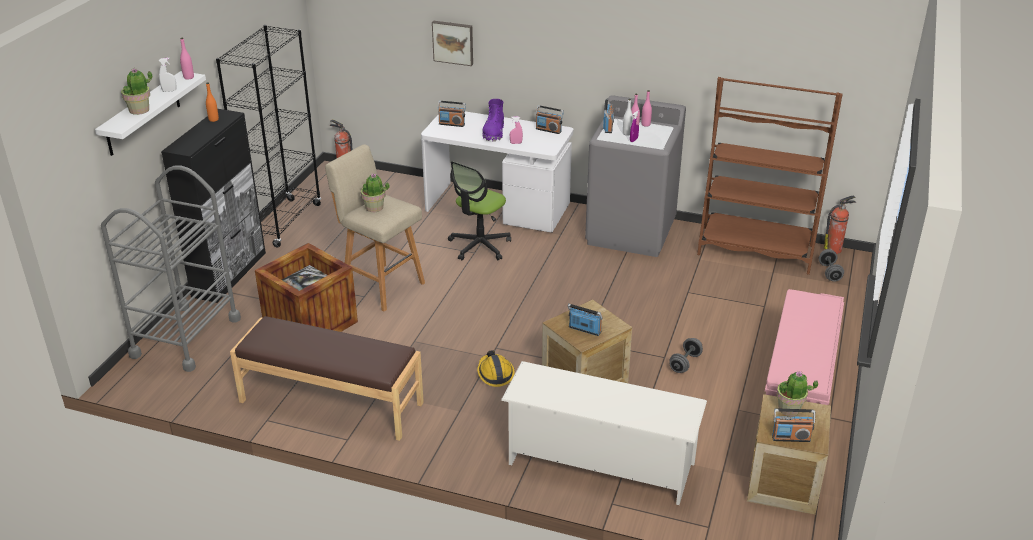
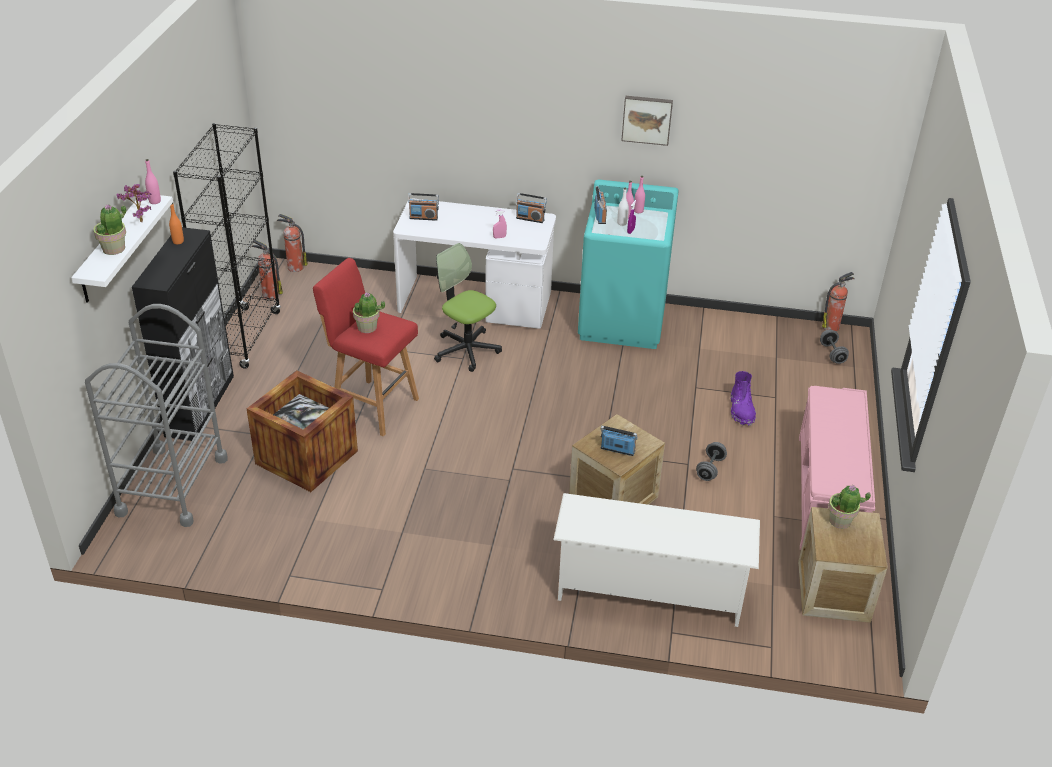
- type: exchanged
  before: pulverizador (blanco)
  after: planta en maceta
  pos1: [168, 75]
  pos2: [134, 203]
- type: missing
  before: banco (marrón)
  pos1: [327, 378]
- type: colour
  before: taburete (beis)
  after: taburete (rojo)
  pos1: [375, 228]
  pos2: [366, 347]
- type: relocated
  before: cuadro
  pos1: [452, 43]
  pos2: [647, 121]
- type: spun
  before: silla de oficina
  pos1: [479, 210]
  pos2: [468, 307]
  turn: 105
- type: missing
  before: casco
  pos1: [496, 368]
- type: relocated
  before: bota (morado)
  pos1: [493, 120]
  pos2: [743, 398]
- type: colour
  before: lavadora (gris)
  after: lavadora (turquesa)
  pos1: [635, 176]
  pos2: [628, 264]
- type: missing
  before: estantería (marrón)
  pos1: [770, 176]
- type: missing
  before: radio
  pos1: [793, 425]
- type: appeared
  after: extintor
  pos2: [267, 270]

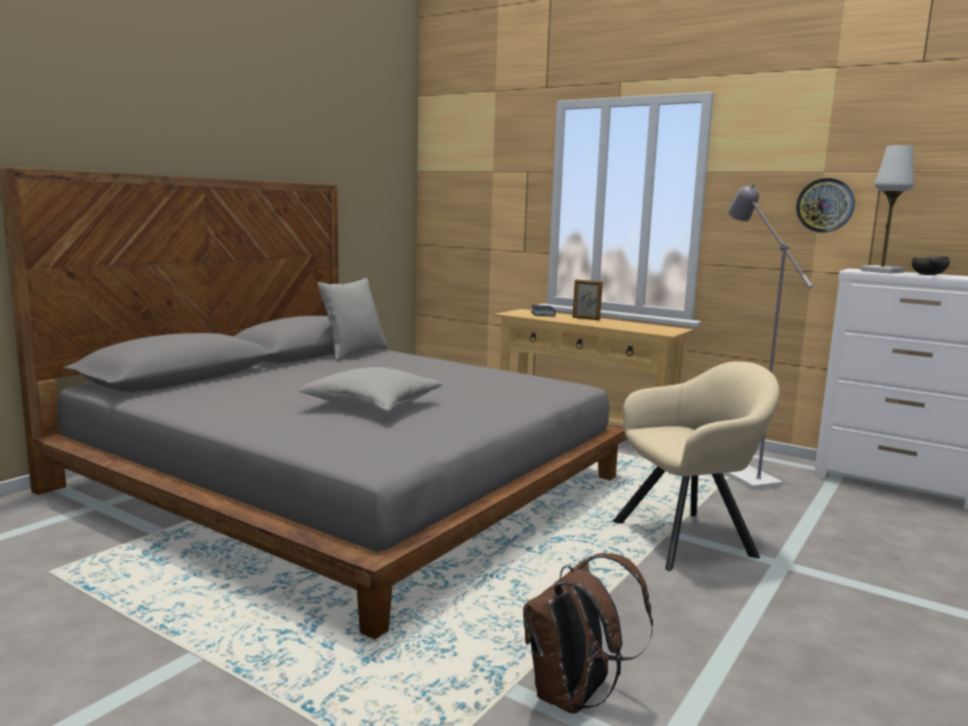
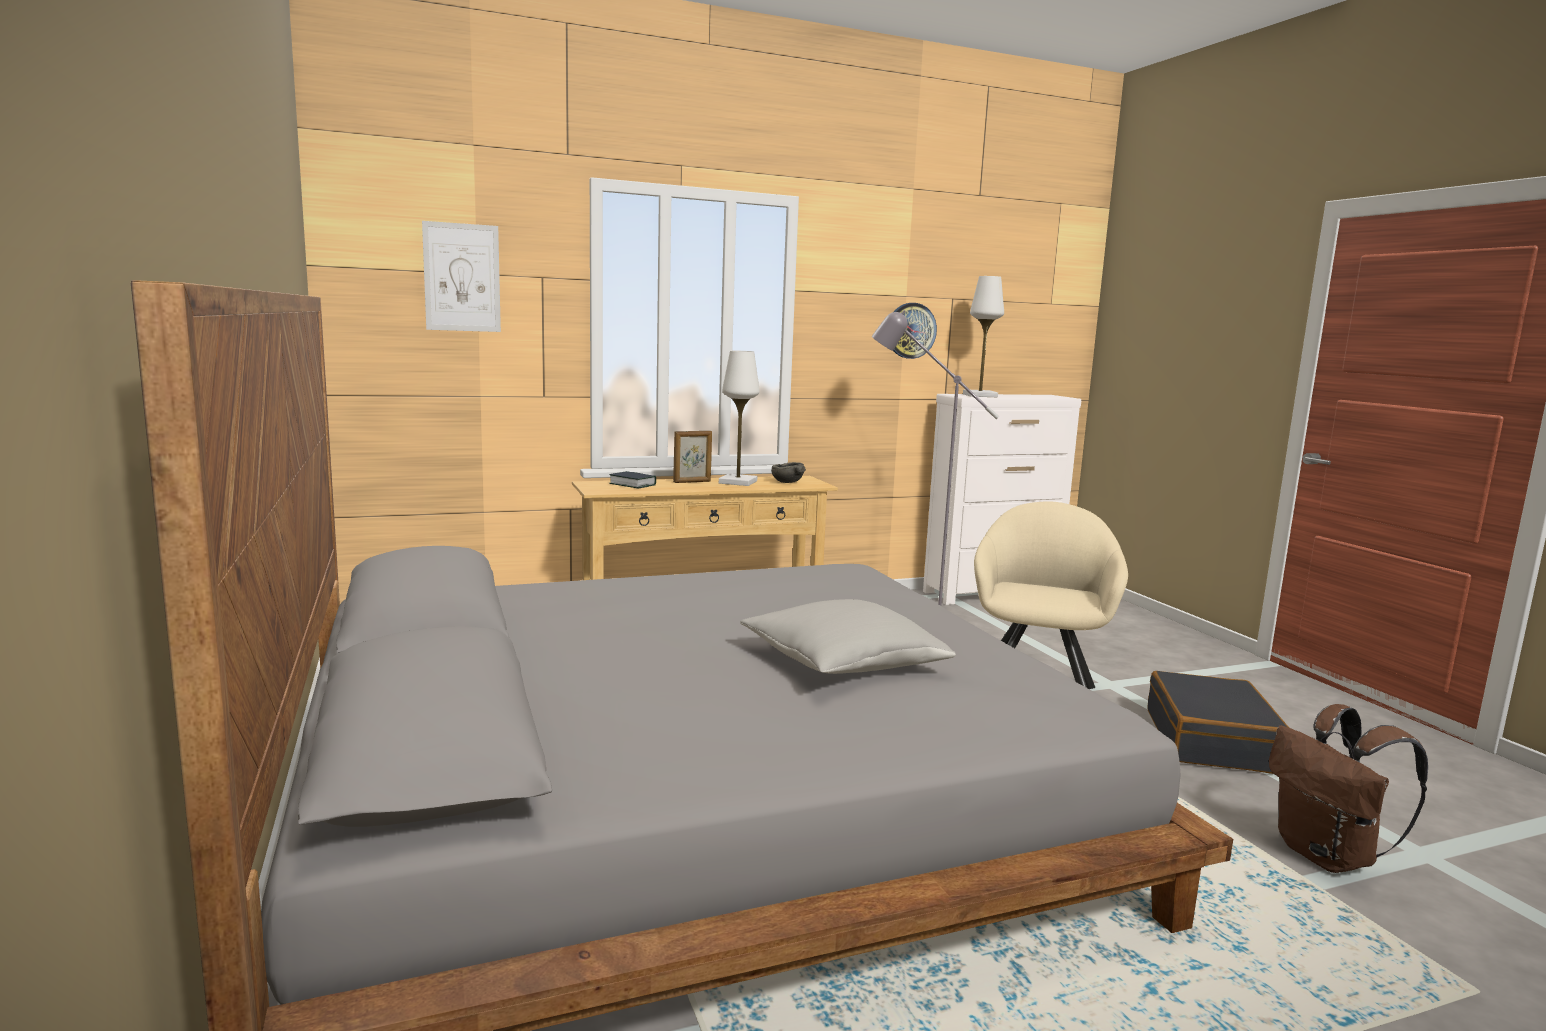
- type: missing
  before: cojín (gris)
  pos1: [353, 319]
- type: relocated
  before: cuenco (gris)
  pos1: [931, 265]
  pos2: [788, 472]
- type: appeared
  after: cuadro
  pos2: [461, 276]
- type: appeared
  after: lámpara de mesa (blanco)
  pos2: [739, 418]
- type: appeared
  after: maleta (negro)
  pos2: [1218, 722]

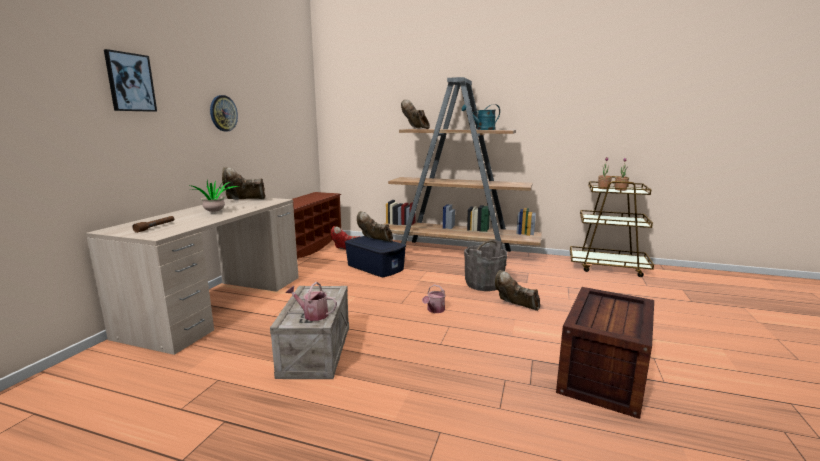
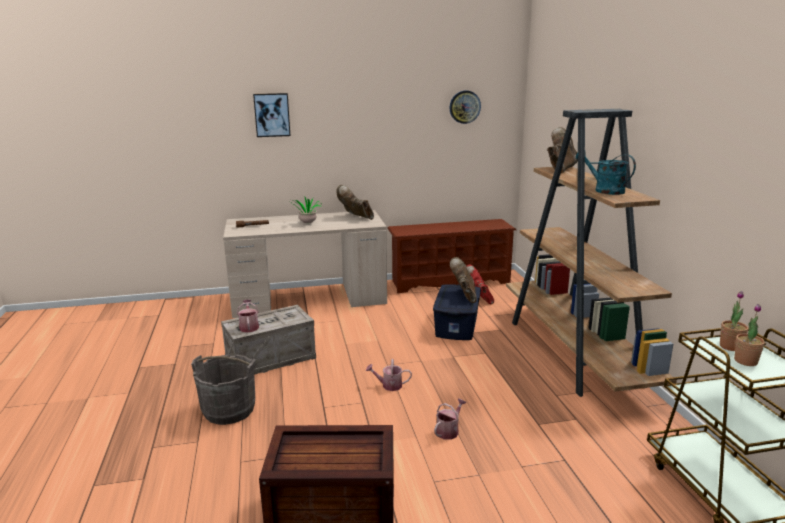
- type: relocated
  before: reloj de pared
  pos1: [224, 113]
  pos2: [465, 107]
- type: relocated
  before: cubo (gris)
  pos1: [486, 265]
  pos2: [223, 389]
- type: exchanged
  before: bota (marrón)
  after: regadera
  pos1: [517, 290]
  pos2: [450, 419]

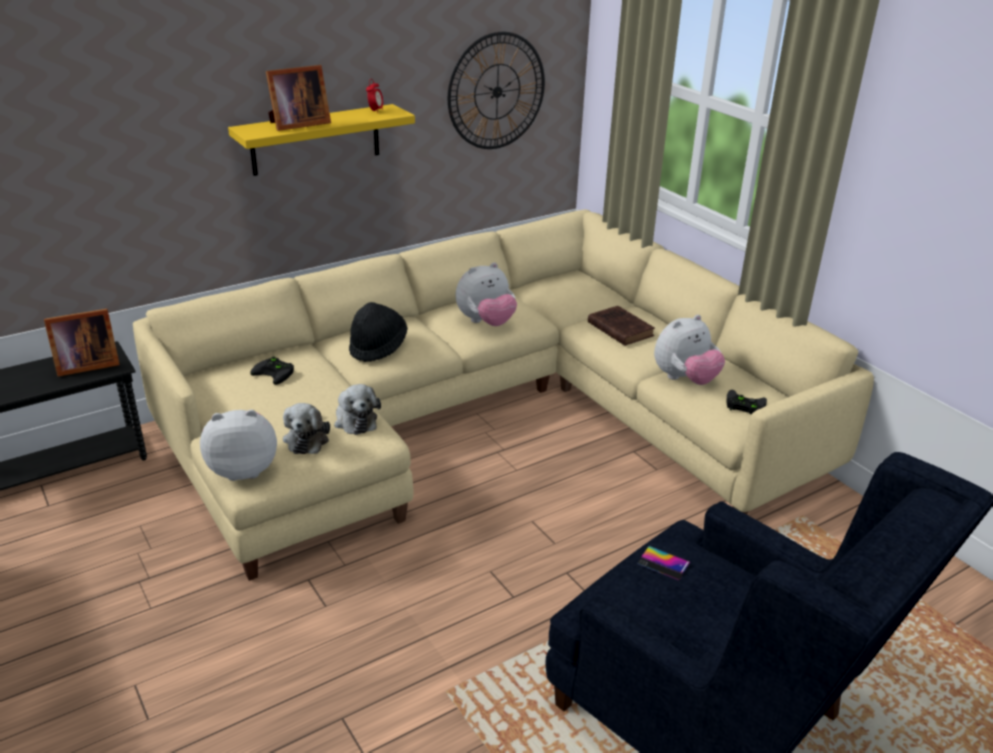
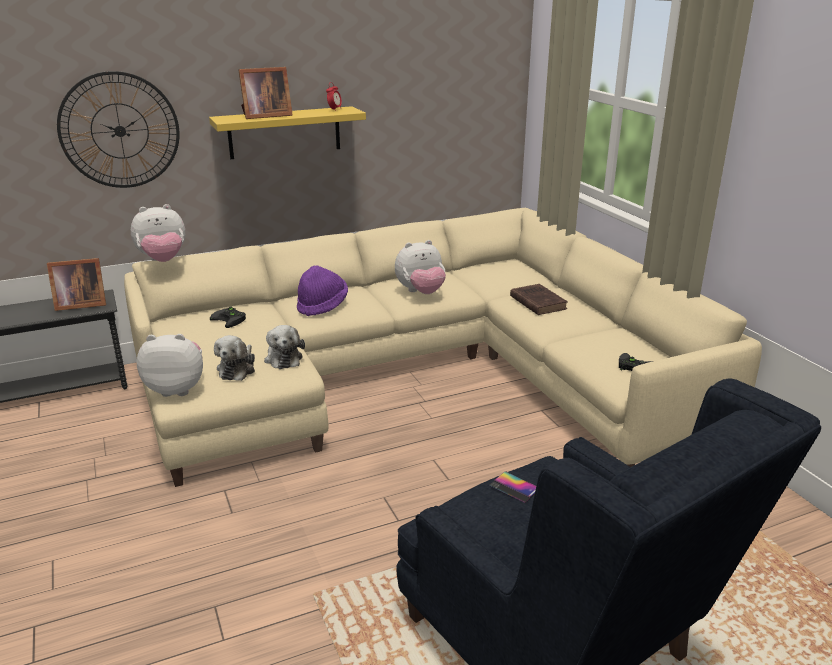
- type: colour
  before: sombrero (negro)
  after: sombrero (morado)
  pos1: [378, 332]
  pos2: [322, 290]
- type: relocated
  before: reloj de pared
  pos1: [496, 90]
  pos2: [118, 129]
- type: relocated
  before: peluche
  pos1: [689, 350]
  pos2: [158, 233]

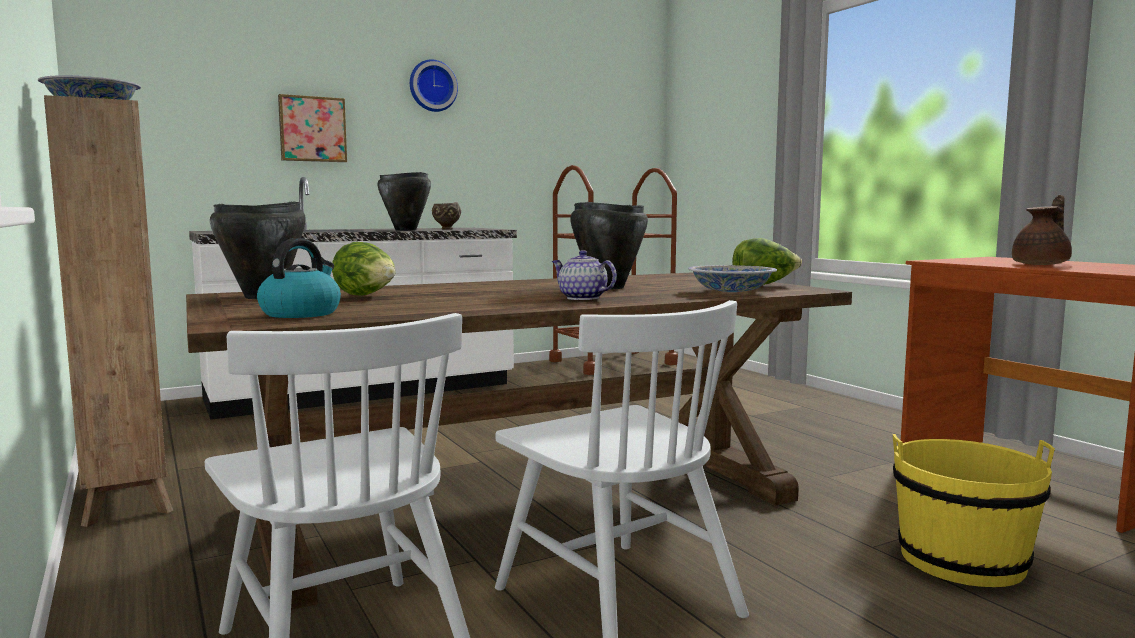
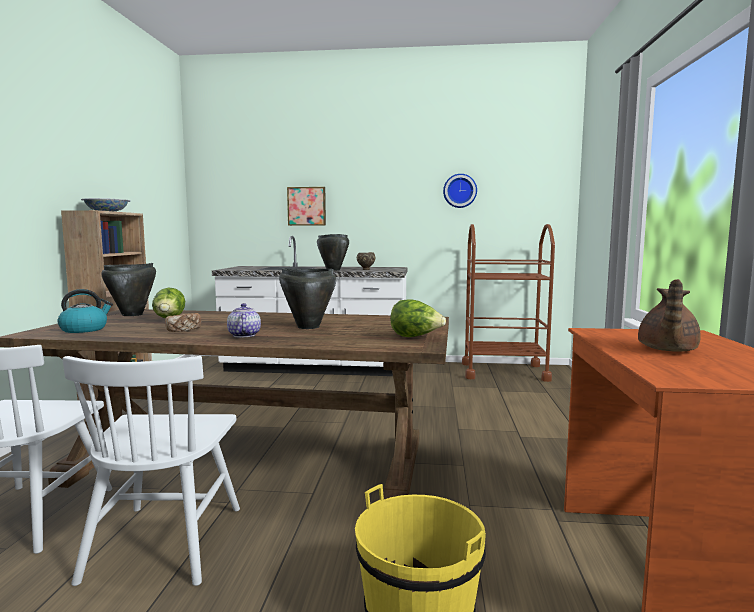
- type: relocated
  before: reloj de pared
  pos1: [434, 85]
  pos2: [460, 191]
- type: missing
  before: cuenco
  pos1: [732, 279]
- type: spun
  before: tetera (marrón)
  pos1: [1042, 230]
  pos2: [669, 315]
  turn: 120
- type: appeared
  after: pan
  pos2: [183, 322]

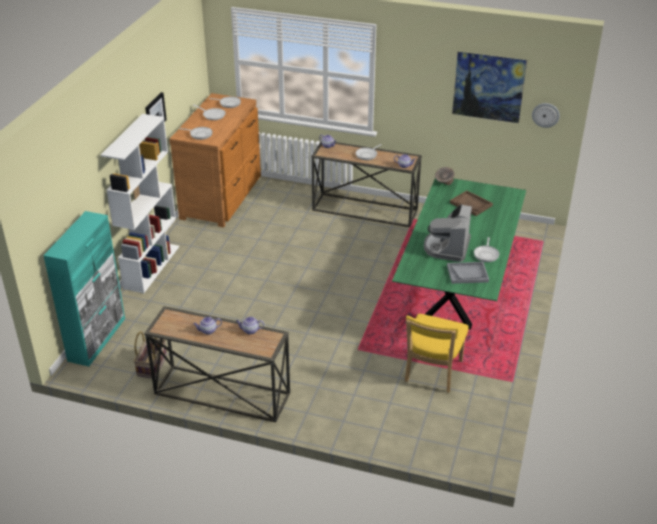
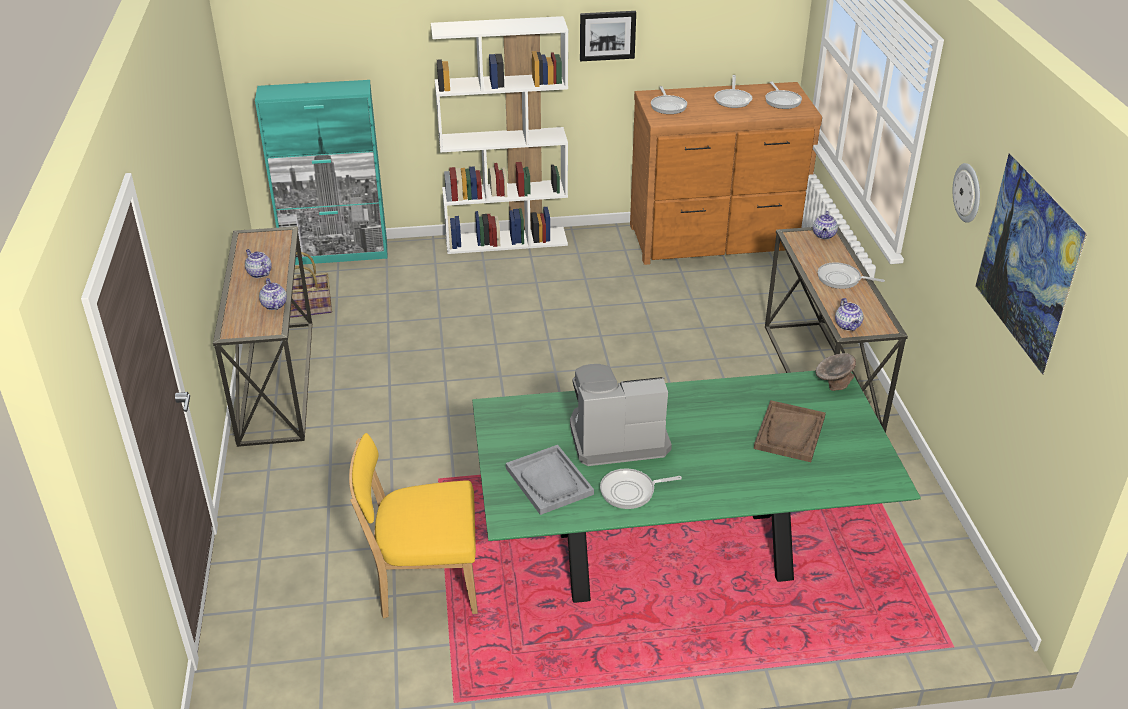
- type: relocated
  before: reloj de pared
  pos1: [546, 115]
  pos2: [966, 193]

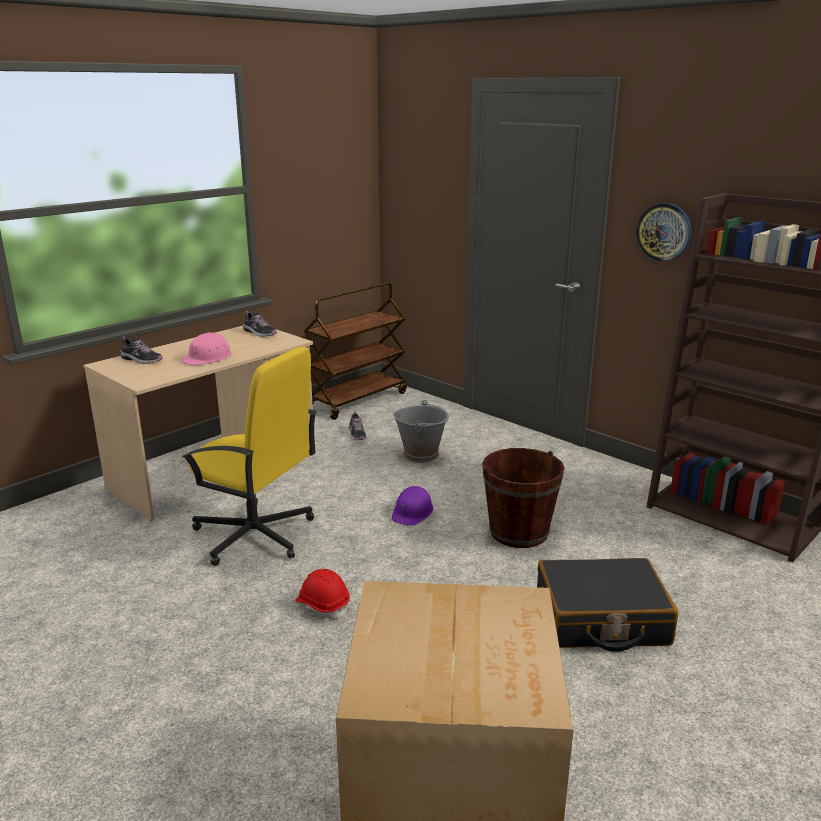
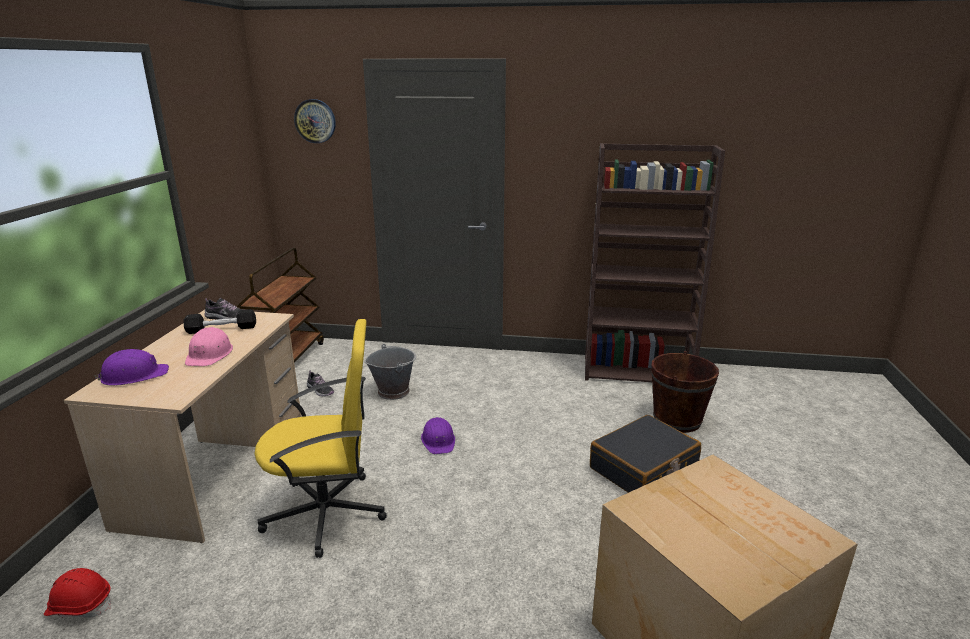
- type: exchanged
  before: zapato
  after: casco (morado)
  pos1: [141, 350]
  pos2: [131, 367]
- type: relocated
  before: casco (rojo)
  pos1: [322, 594]
  pos2: [77, 593]
- type: relocated
  before: cubo (marrón)
  pos1: [523, 498]
  pos2: [685, 392]
- type: relocated
  before: reloj de pared
  pos1: [663, 232]
  pos2: [315, 121]
- type: appeared
  after: mancuerna (negro)
  pos2: [219, 321]

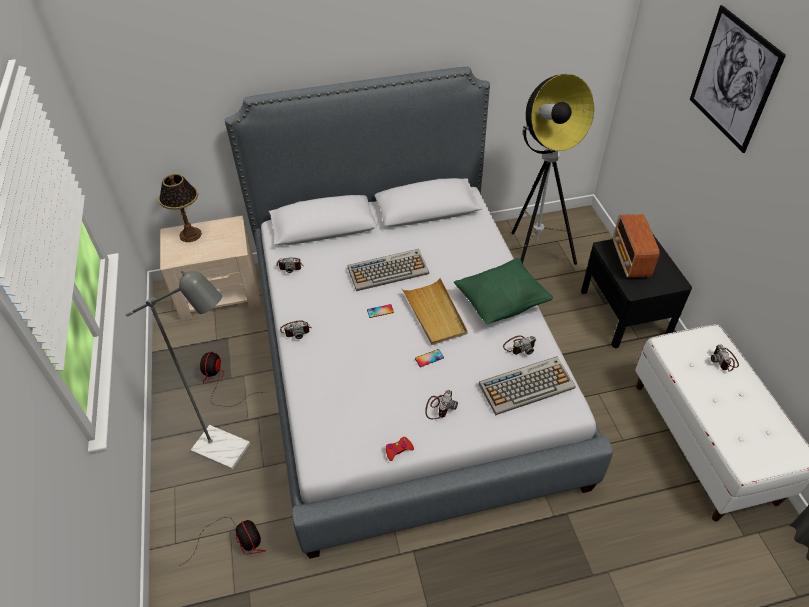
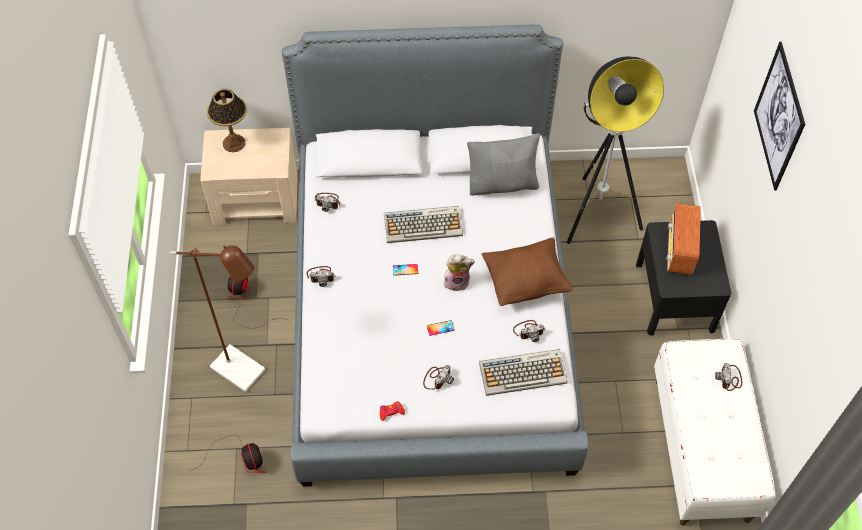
- type: colour
  before: lámpara de pie (gris)
  after: lámpara de pie (marrón)
  pos1: [187, 370]
  pos2: [218, 318]
- type: exchanged
  before: bandeja (beis)
  after: peluche
  pos1: [434, 311]
  pos2: [459, 273]
- type: colour
  before: cojín (verde)
  after: cojín (marrón)
  pos1: [503, 291]
  pos2: [527, 271]
- type: appeared
  after: cojín (gris)
  pos2: [503, 164]

